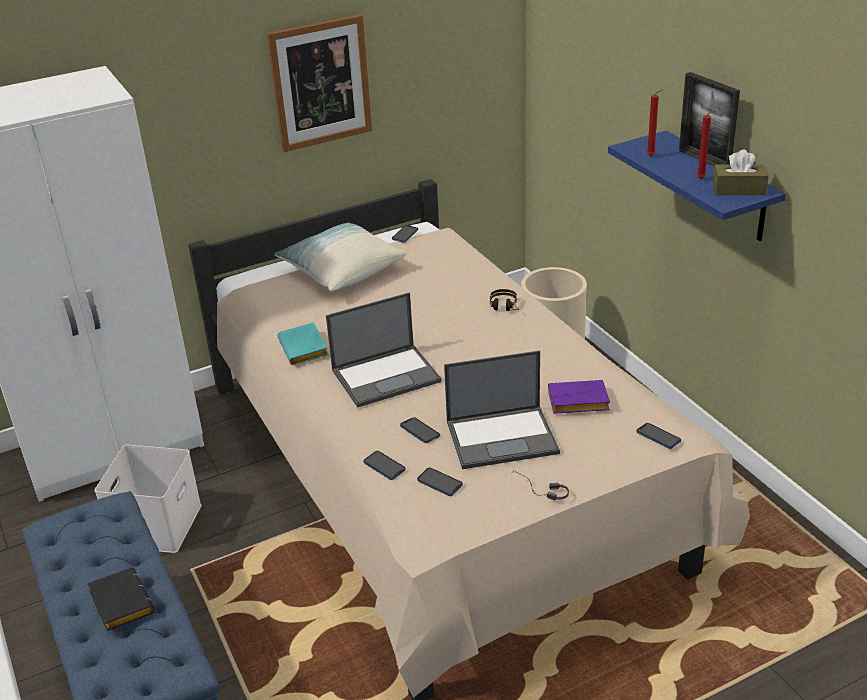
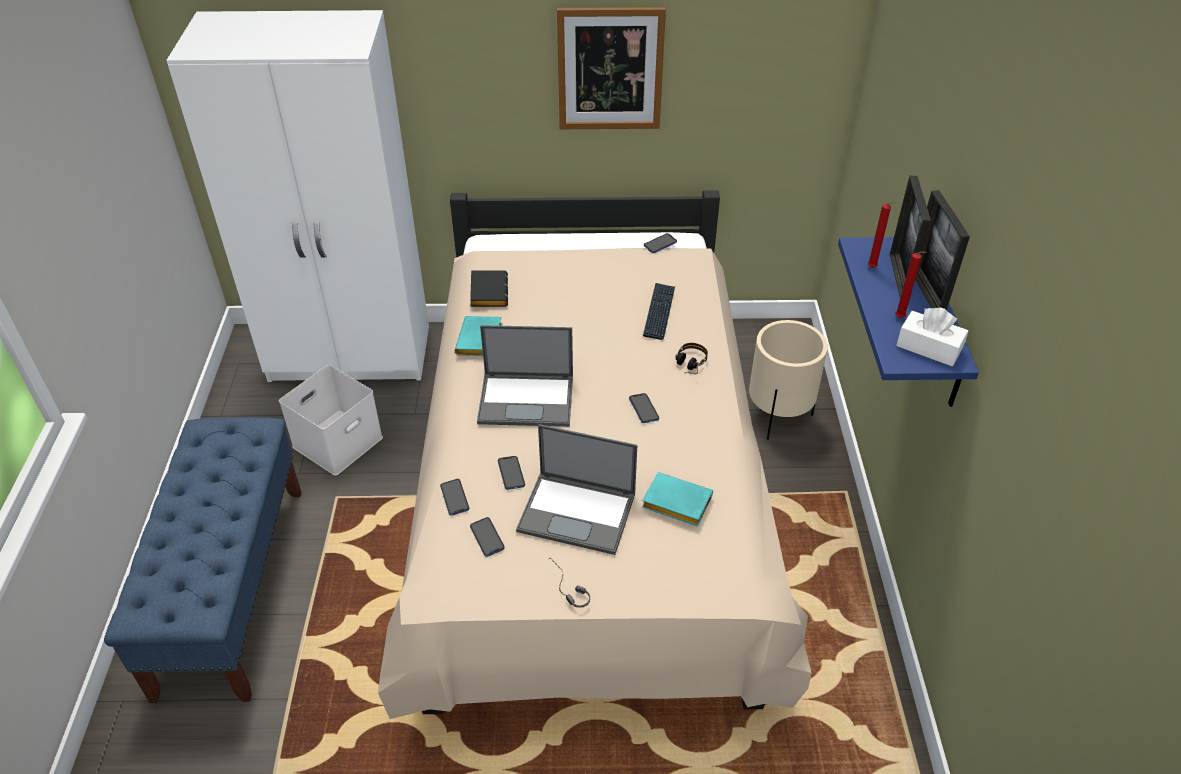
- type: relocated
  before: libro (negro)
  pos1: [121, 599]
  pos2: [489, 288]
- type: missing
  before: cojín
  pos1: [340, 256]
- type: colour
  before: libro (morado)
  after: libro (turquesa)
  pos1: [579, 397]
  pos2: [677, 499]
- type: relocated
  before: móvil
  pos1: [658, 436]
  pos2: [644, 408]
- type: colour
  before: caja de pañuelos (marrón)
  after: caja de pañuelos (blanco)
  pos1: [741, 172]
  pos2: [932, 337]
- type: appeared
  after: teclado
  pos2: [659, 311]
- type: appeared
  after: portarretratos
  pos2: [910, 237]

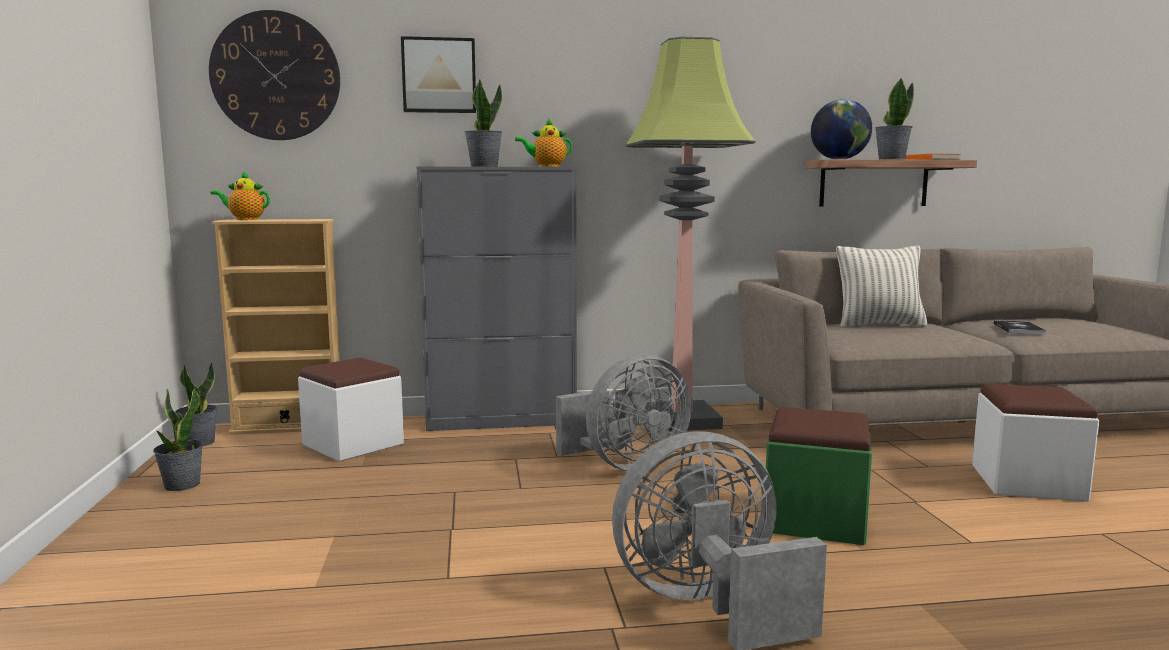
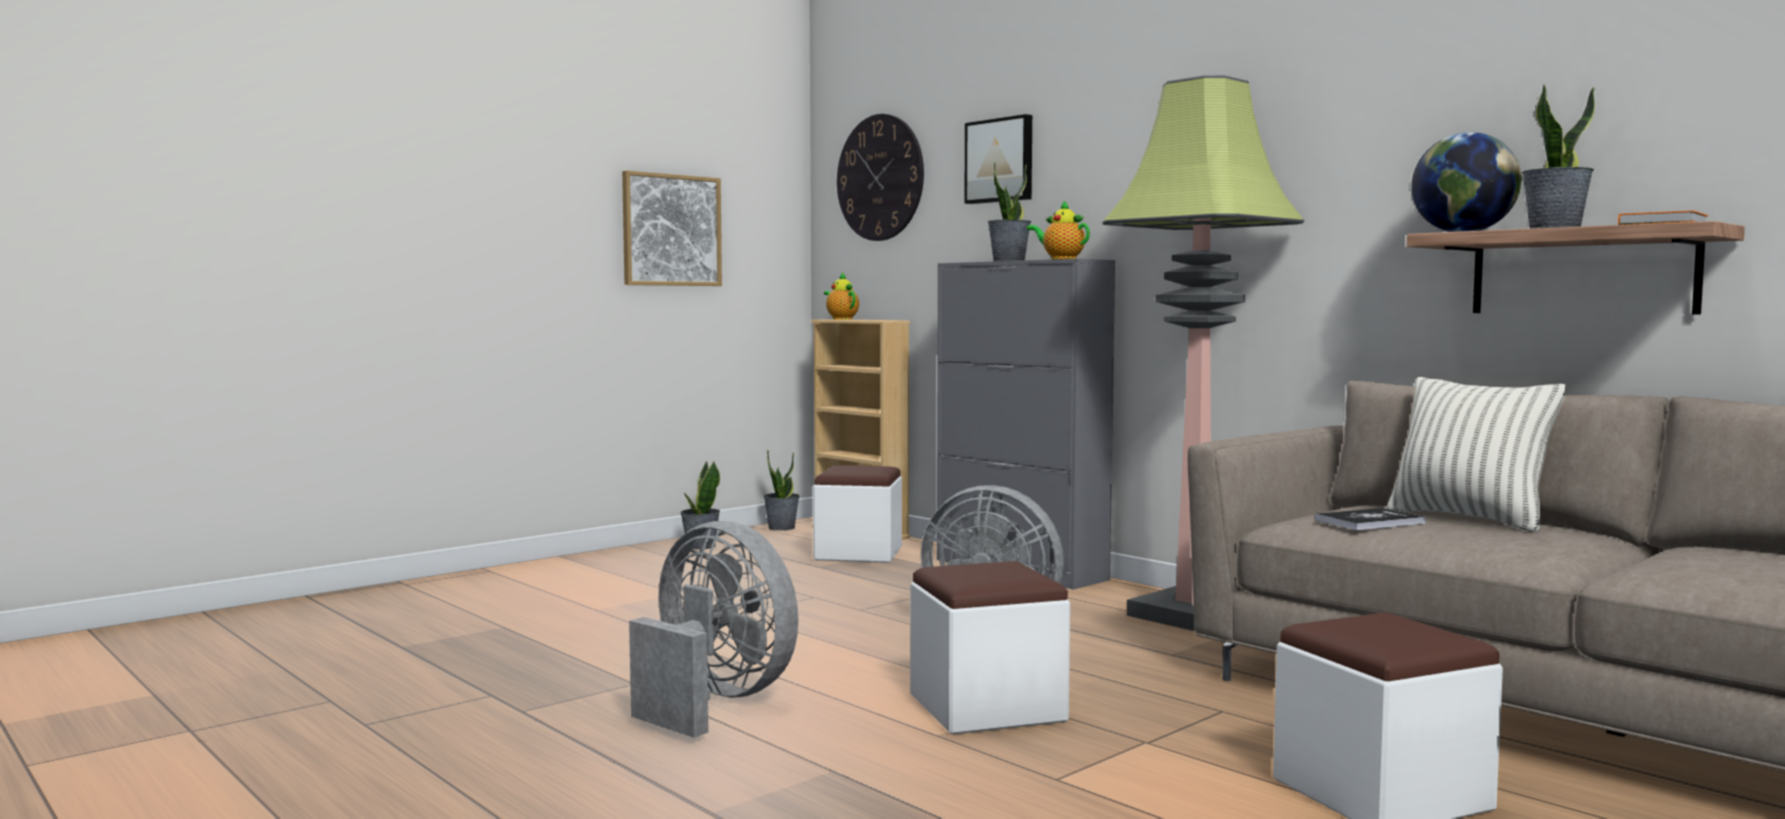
- type: colour
  before: puf (verde)
  after: puf (blanco)
  pos1: [819, 476]
  pos2: [990, 647]
- type: relocated
  before: libro
  pos1: [1020, 327]
  pos2: [1370, 519]
- type: appeared
  after: cuadro
  pos2: [672, 228]

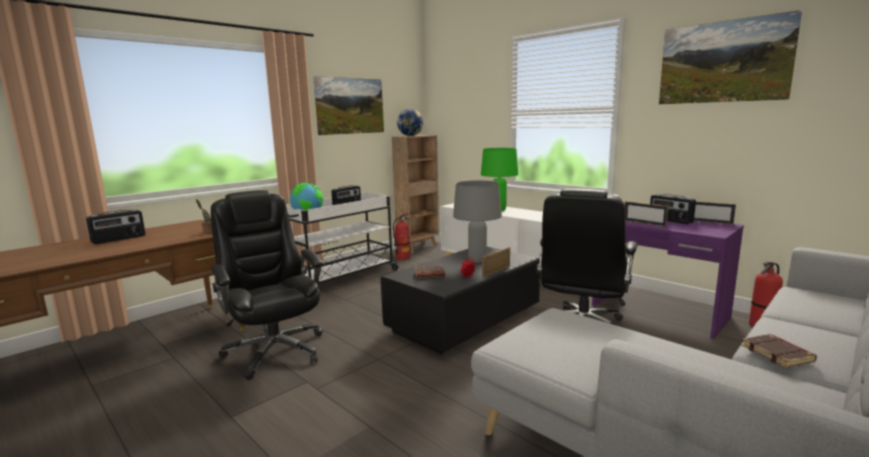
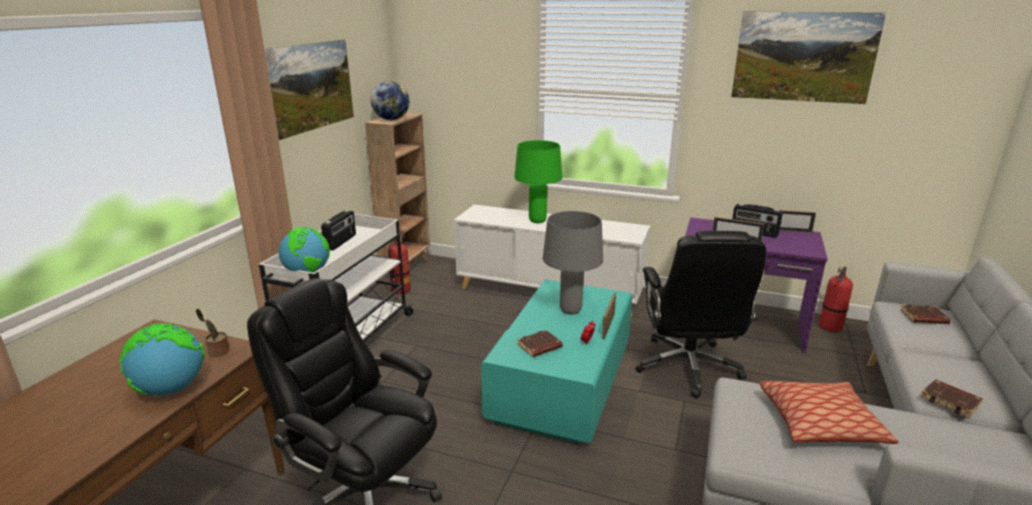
- type: missing
  before: radio
  pos1: [115, 226]
- type: colour
  before: mesa de centro (negro)
  after: mesa de centro (turquesa)
  pos1: [460, 301]
  pos2: [556, 361]
- type: appeared
  after: globo terráqueo
  pos2: [162, 359]
- type: appeared
  after: cojín
  pos2: [829, 412]
- type: appeared
  after: libro (marrón)
  pos2: [925, 314]

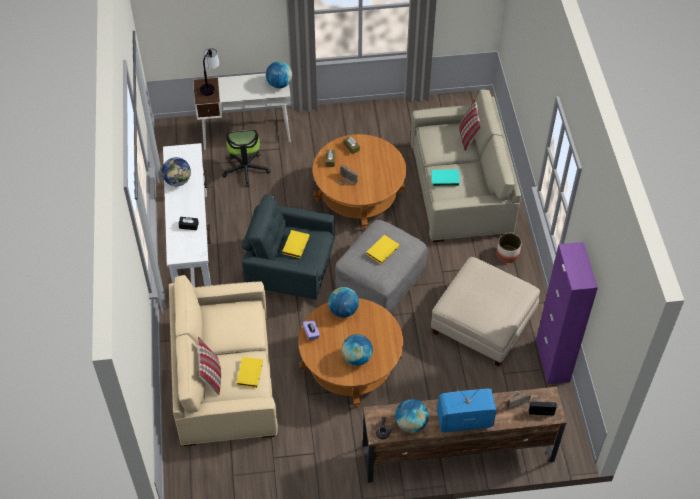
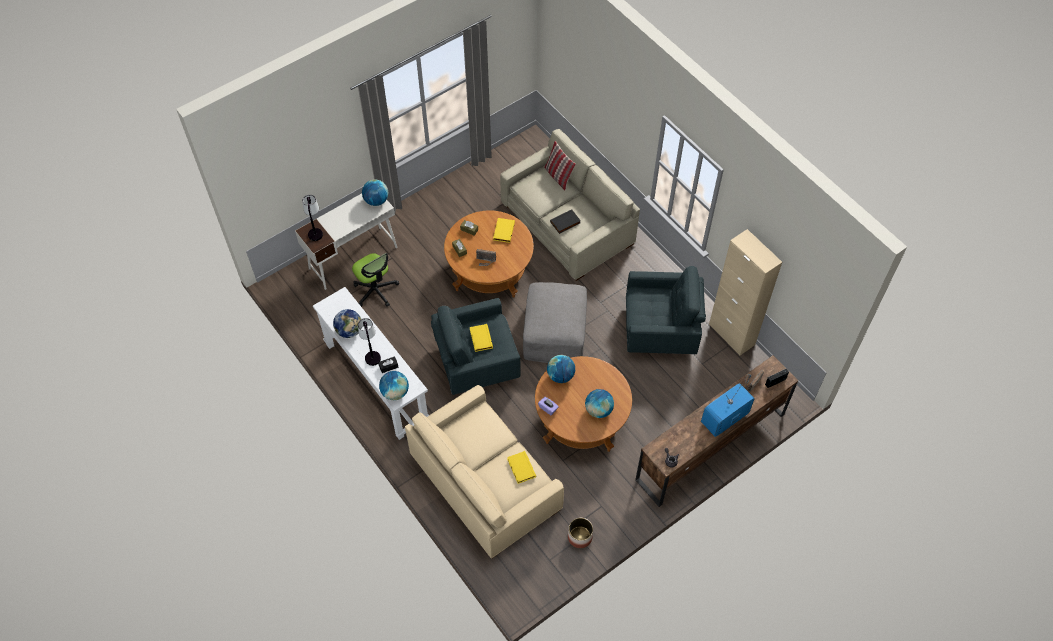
- type: missing
  before: cojín
  pos1: [209, 366]
- type: relocated
  before: libro (amarillo)
  pos1: [382, 249]
  pos2: [504, 230]
- type: relocated
  before: globo terráqueo
  pos1: [412, 416]
  pos2: [394, 385]
- type: colour
  before: libro (turquesa)
  after: libro (negro)
  pos1: [445, 178]
  pos2: [565, 222]
- type: exchanged
  before: puf (beis)
  after: sillón (gris)
  pos1: [485, 312]
  pos2: [666, 310]
- type: relocated
  before: maceta
  pos1: [509, 248]
  pos2: [580, 533]
- type: colour
  before: armario (morado)
  after: armario (beis)
  pos1: [567, 313]
  pos2: [745, 292]
- type: appeared
  after: lámpara de mesa
  pos2: [369, 342]

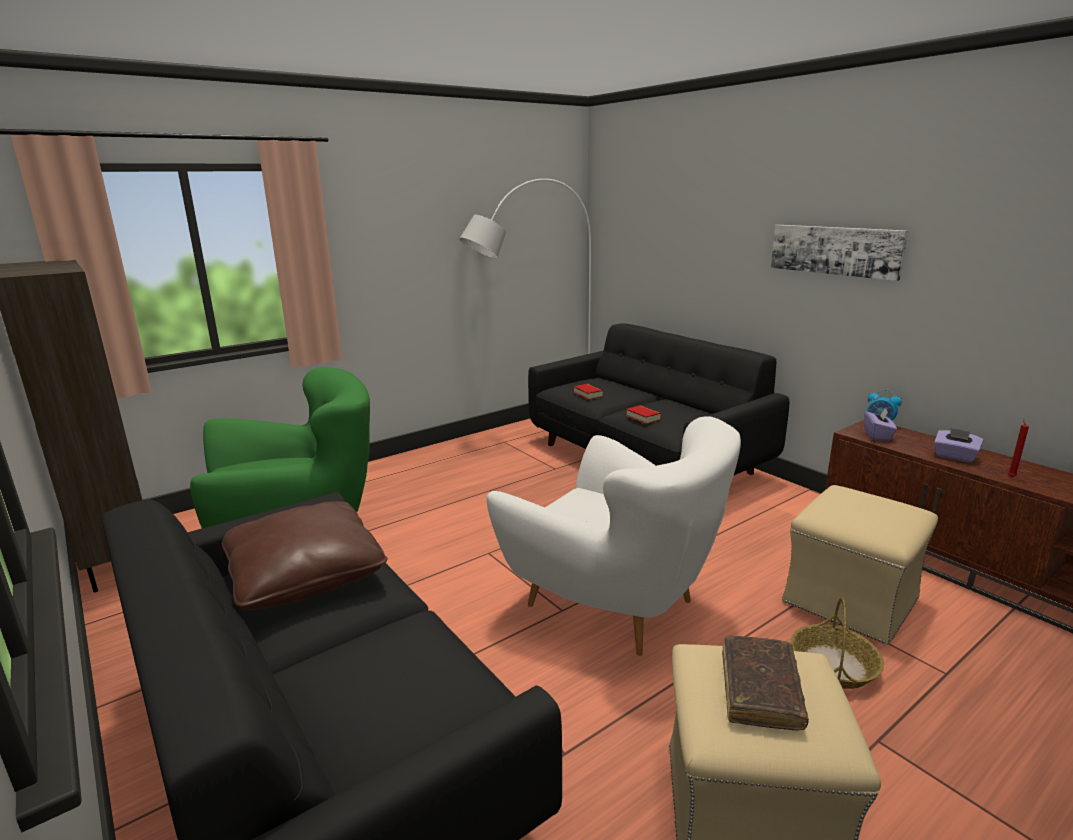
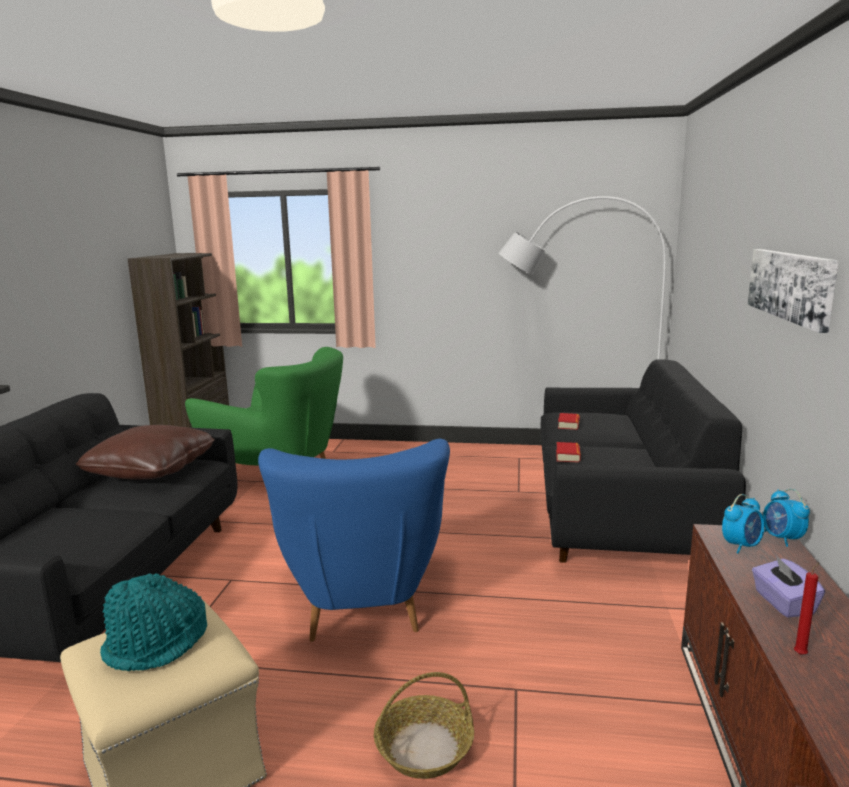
- type: colour
  before: sillón (blanco)
  after: sillón (azul)
  pos1: [614, 536]
  pos2: [354, 540]
- type: exchanged
  before: libro (marrón)
  after: sombrero (turquesa)
  pos1: [765, 682]
  pos2: [153, 622]
- type: missing
  before: puf (beis)
  pos1: [860, 565]
- type: exchanged
  before: caja de pañuelos (morado)
  after: despertador
  pos1: [880, 424]
  pos2: [743, 524]

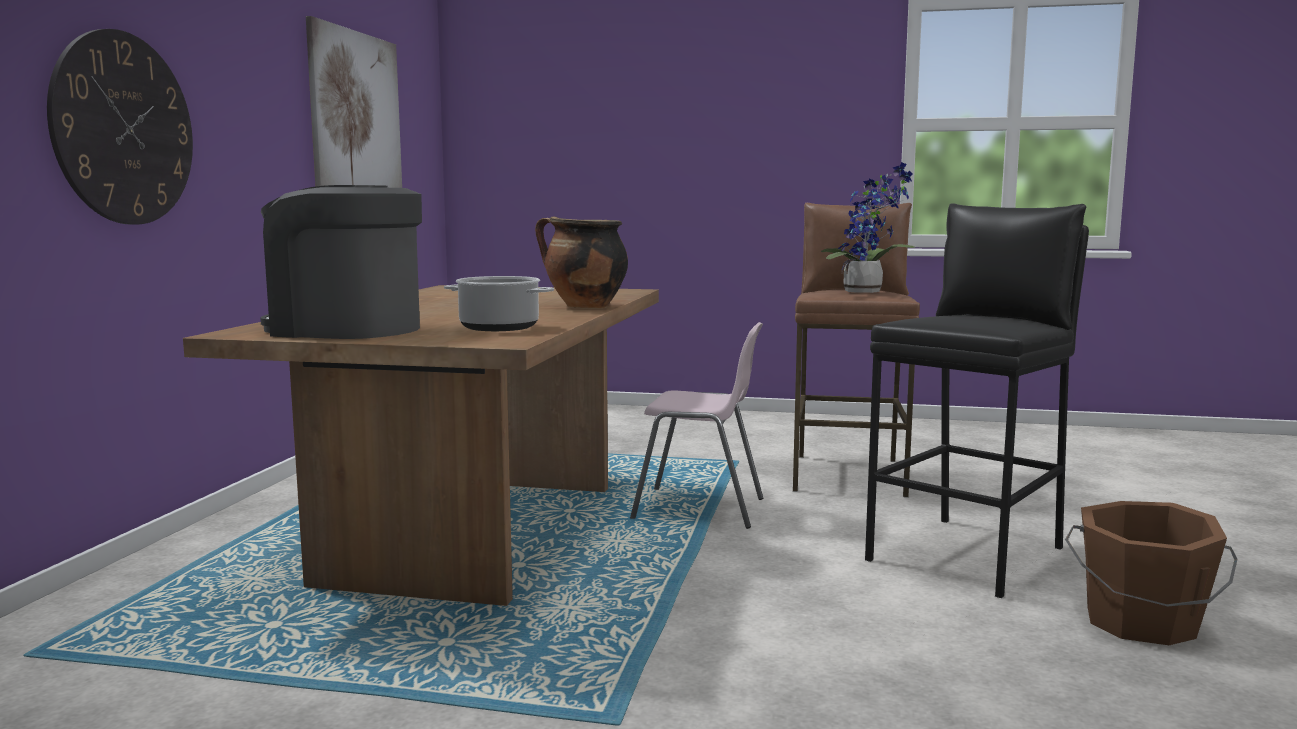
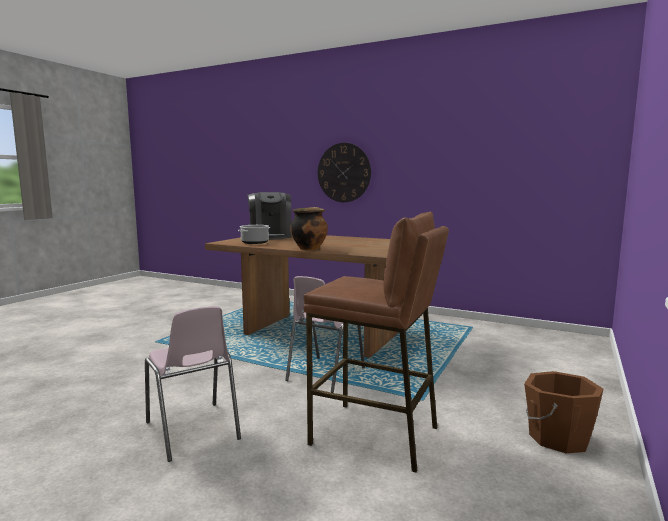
- type: spun
  before: cafetera
  pos1: [341, 262]
  pos2: [269, 216]
  turn: 135
- type: missing
  before: cuadro
  pos1: [354, 102]
- type: missing
  before: planta en maceta
  pos1: [868, 227]
- type: exchanged
  before: taburete (negro)
  after: silla (rosa)
  pos1: [977, 400]
  pos2: [193, 384]
- type: relocated
  before: cubo (marrón)
  pos1: [1151, 573]
  pos2: [563, 412]

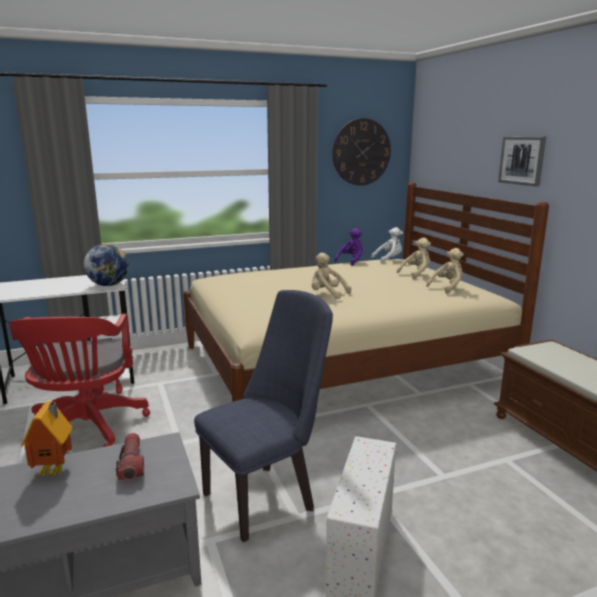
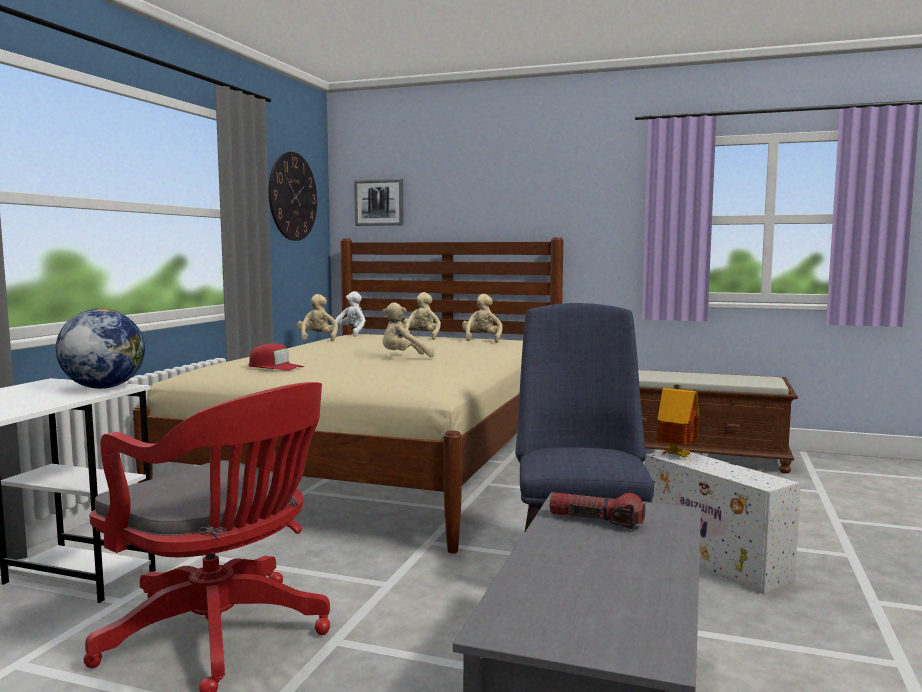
- type: relocated
  before: casita
  pos1: [46, 438]
  pos2: [678, 420]
- type: colour
  before: peluche (morado)
  after: peluche (beis)
  pos1: [348, 247]
  pos2: [317, 318]
- type: relocated
  before: cuadro
  pos1: [522, 161]
  pos2: [379, 202]
- type: appeared
  after: gorra (rojo)
  pos2: [276, 357]

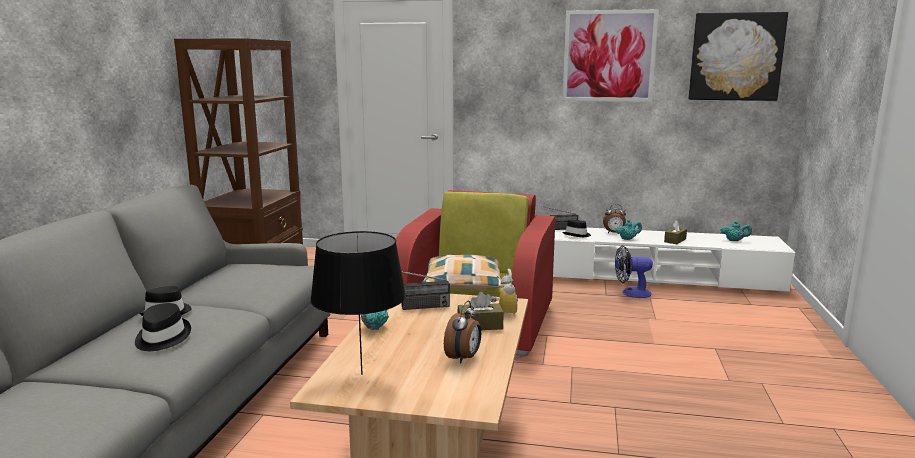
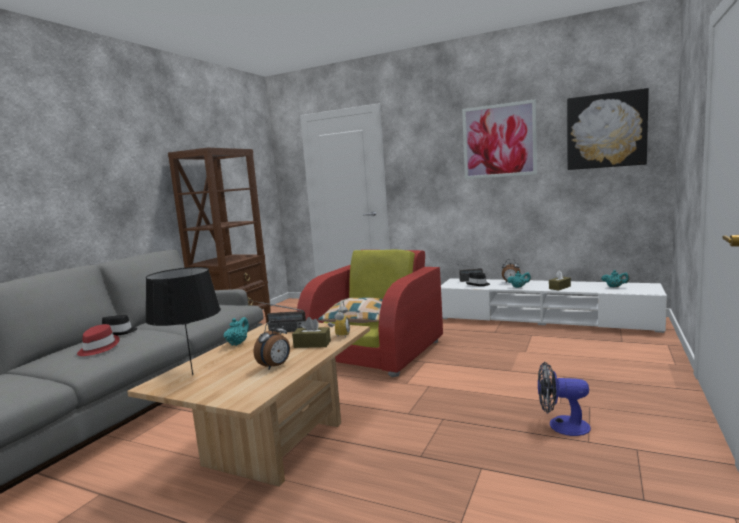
- type: colour
  before: sombrero (negro)
  after: sombrero (rojo)
  pos1: [163, 327]
  pos2: [98, 340]
- type: relocated
  before: ventilador
  pos1: [634, 271]
  pos2: [564, 399]

